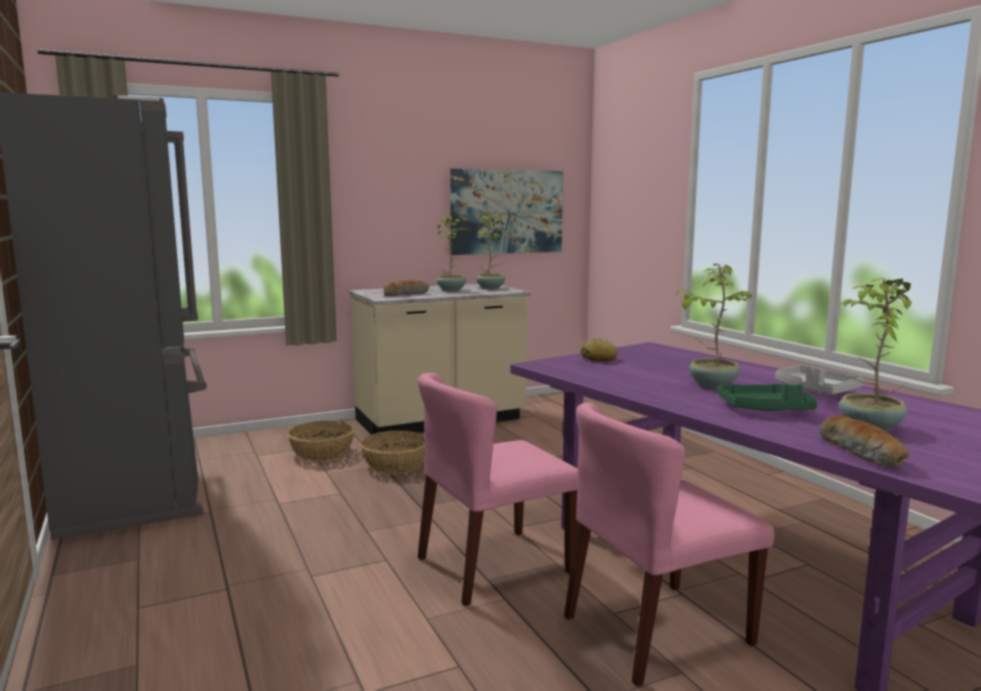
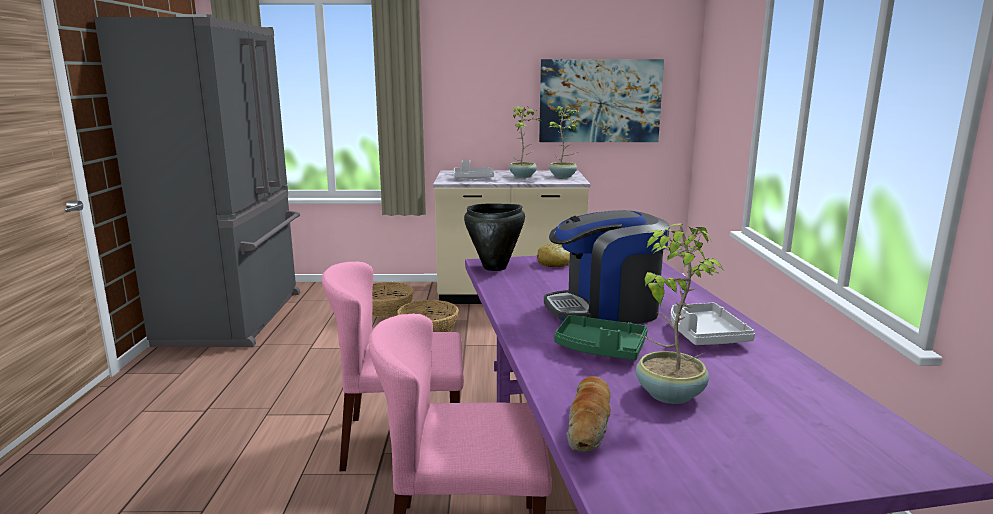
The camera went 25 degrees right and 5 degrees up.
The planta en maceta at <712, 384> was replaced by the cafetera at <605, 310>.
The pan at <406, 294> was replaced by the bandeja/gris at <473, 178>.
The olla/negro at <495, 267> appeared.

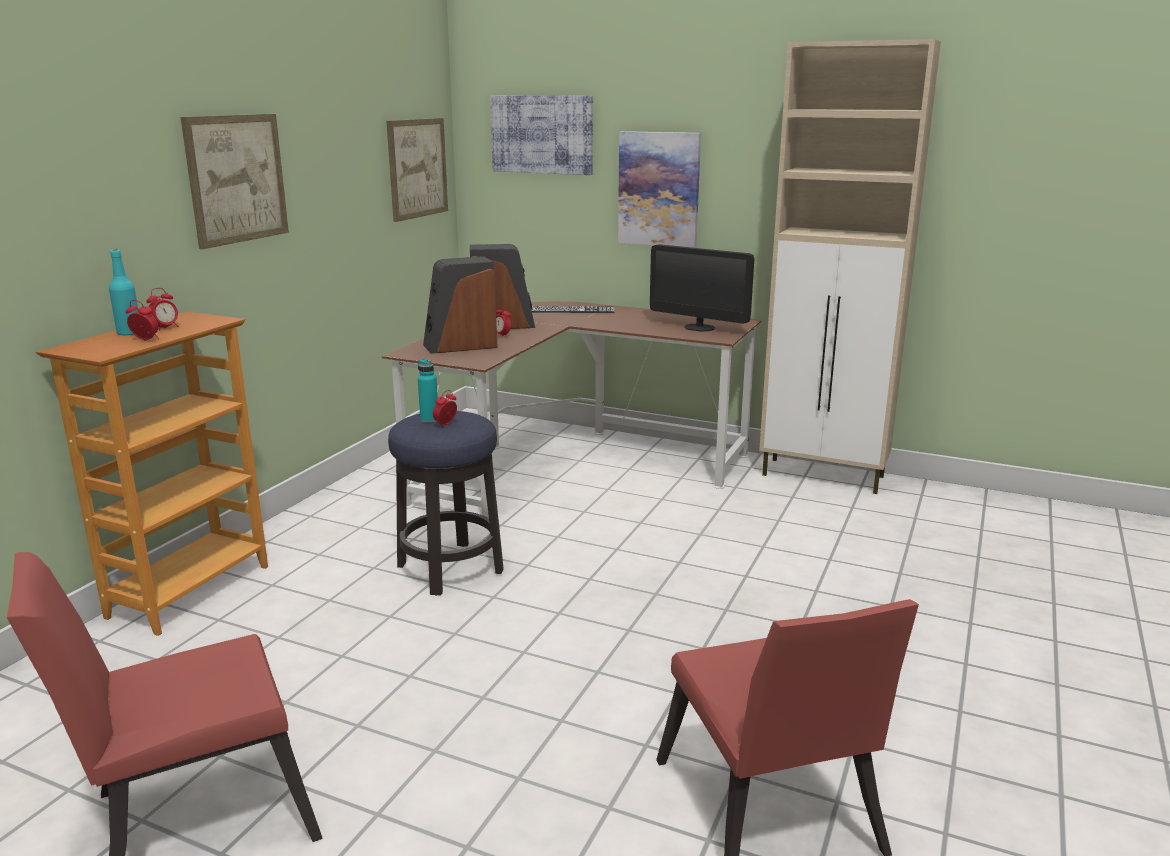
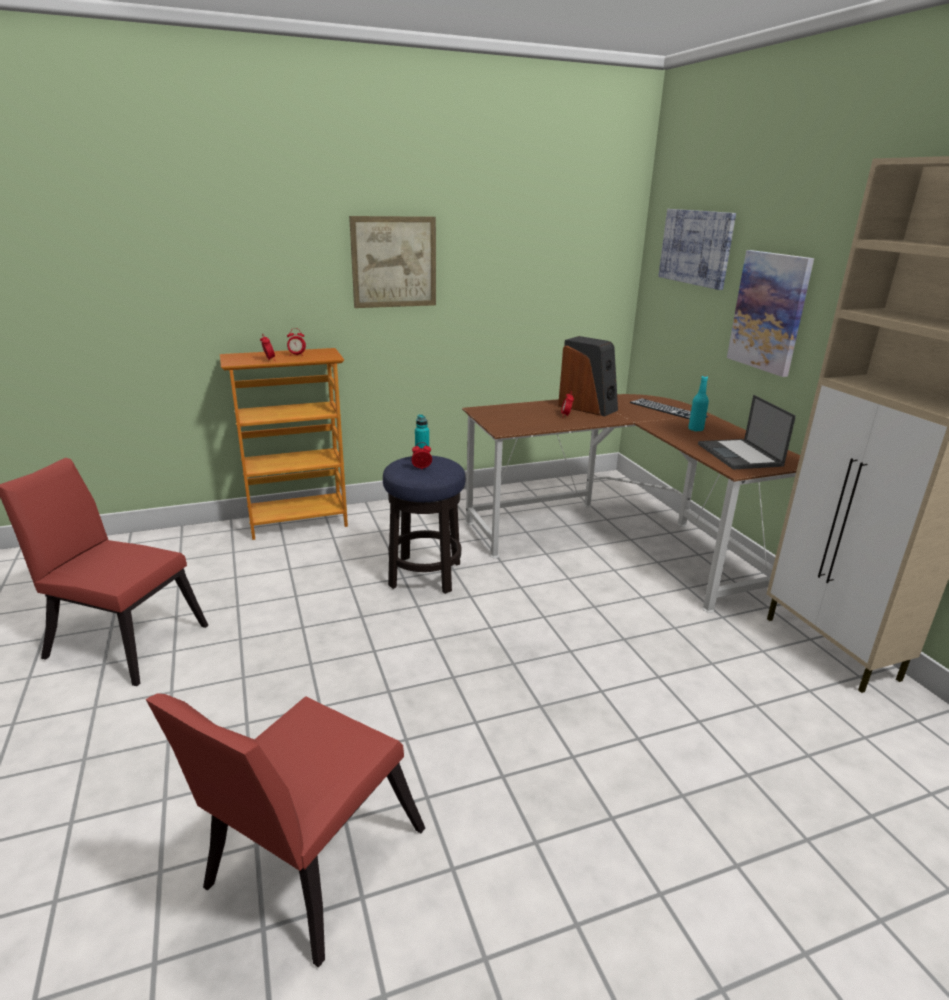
The camera went 45 degrees right and 5 degrees up.
The cuadro at <417, 168> disappeared.
The monitor at <699, 327> was replaced by the portátil at <740, 455>.
The botella/turquesa moved from <129, 333> to <695, 429>.
The altavoz at <460, 346> disappeared.

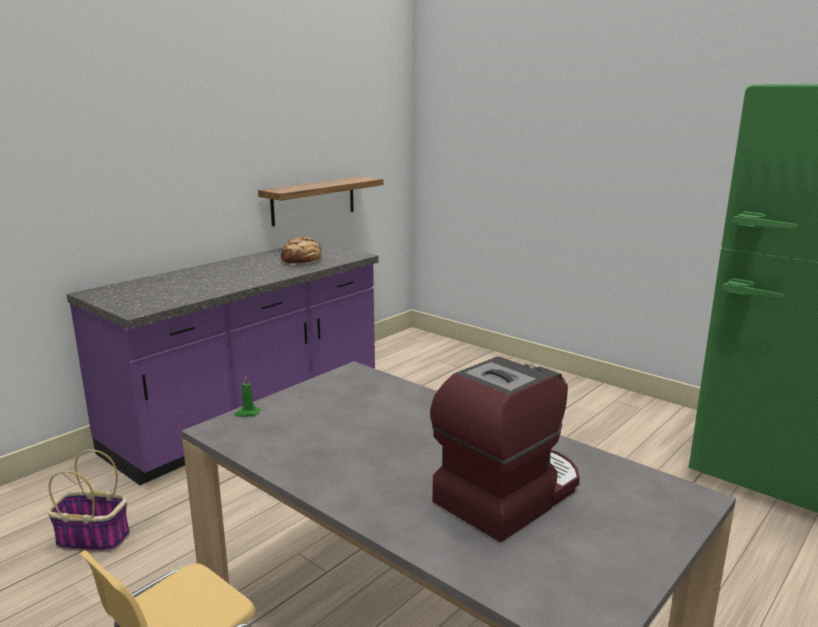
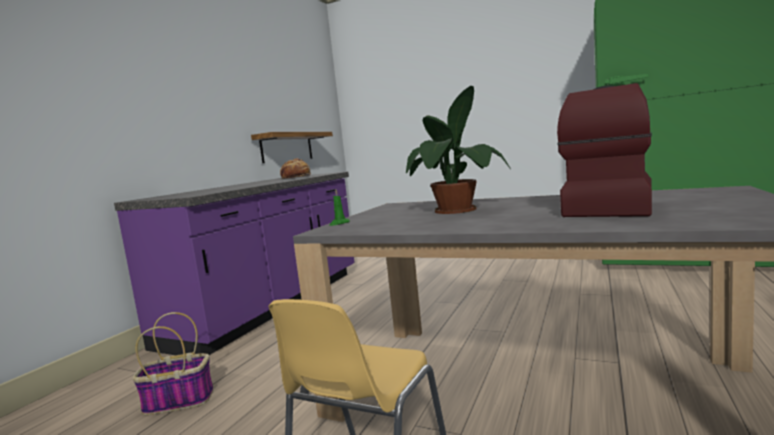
The camera went 15 degrees left and 10 degrees down.
The planta en maceta at <456, 210> appeared.

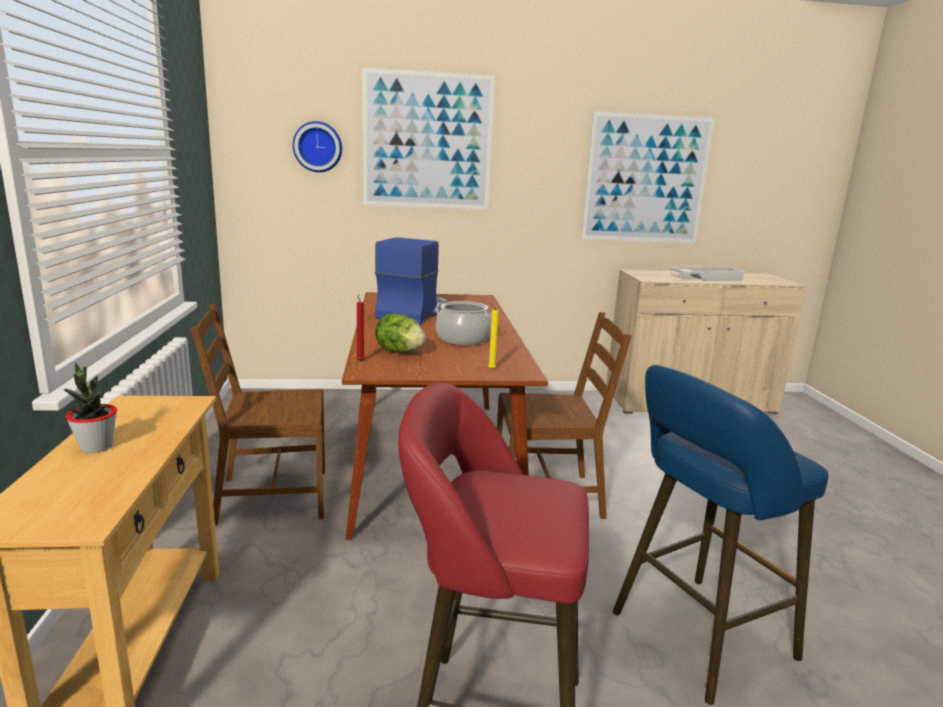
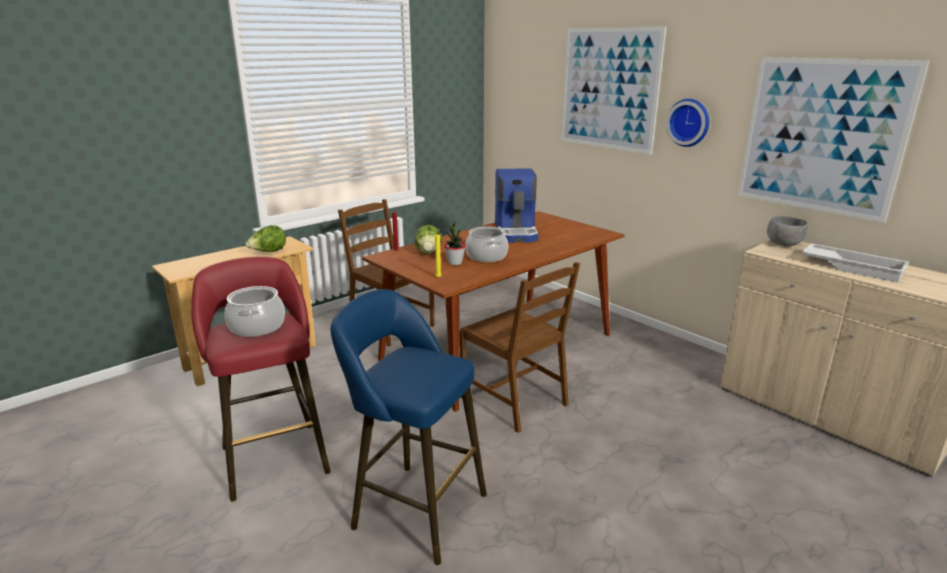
The camera went 55 degrees right and 5 degrees up.
The reloj de pared moved from <318, 147> to <689, 122>.
The cafetera at <412, 313> turned 105 degrees clockwise.
The planta en maceta moved from <96, 447> to <455, 263>.
The cuenco/gris at <784, 244> appeared.
The lechuga at <268, 252> appeared.
The olla at <256, 326> appeared.

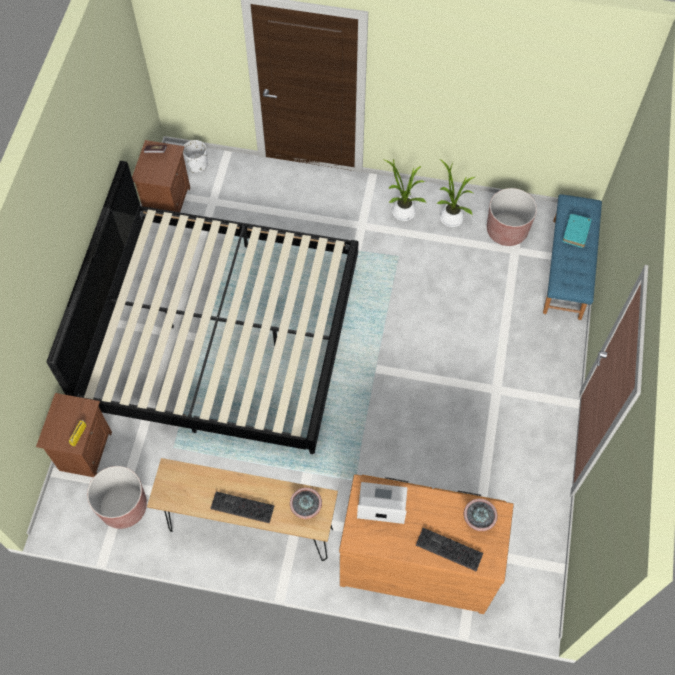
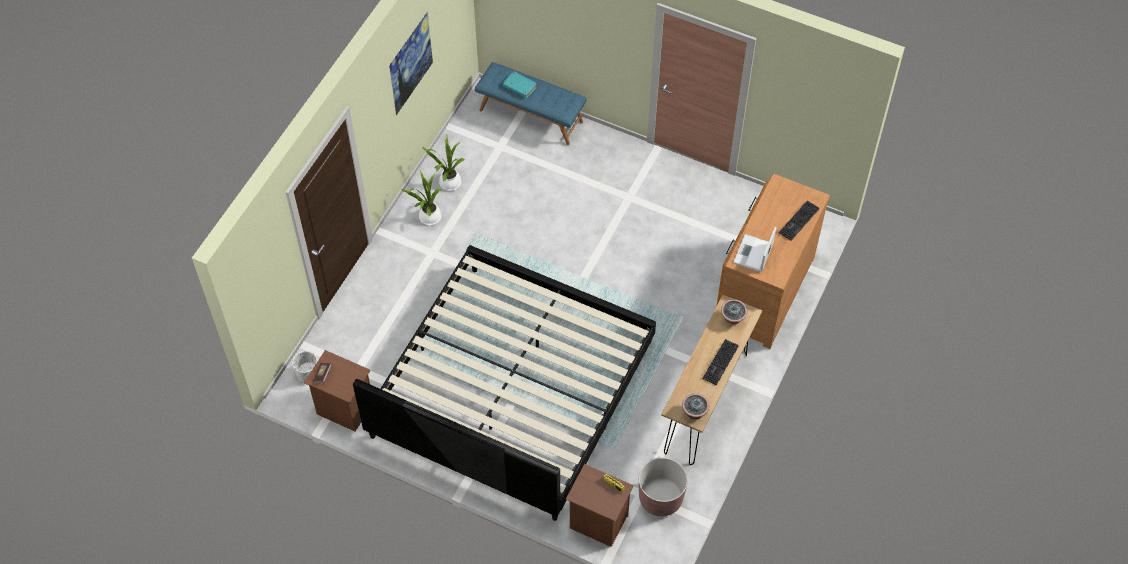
The camera went 75 degrees left and 5 degrees down.
The maceta/marrón at <506, 230> disappeared.
The planta en maceta moved from <478, 520> to <694, 413>.
The cuadro at <413, 76> appeared.

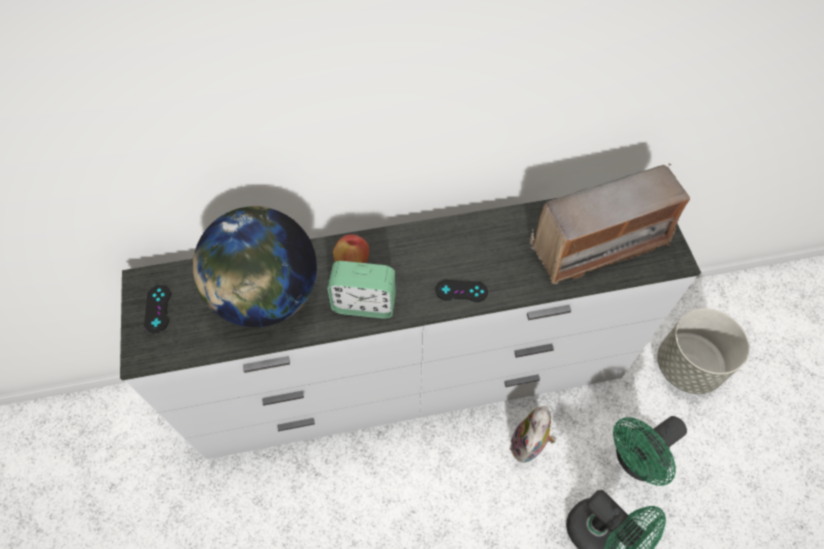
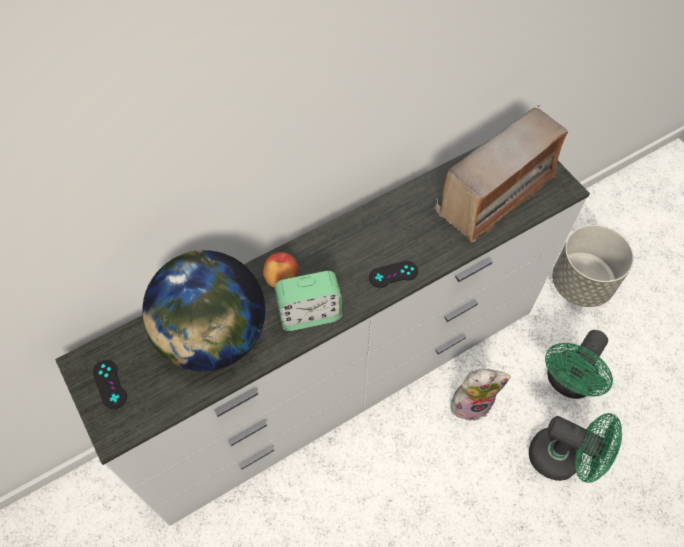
The camera went 20 degrees left and 0 degrees up.
The peluche at <529, 446> turned 105 degrees counterclockwise.

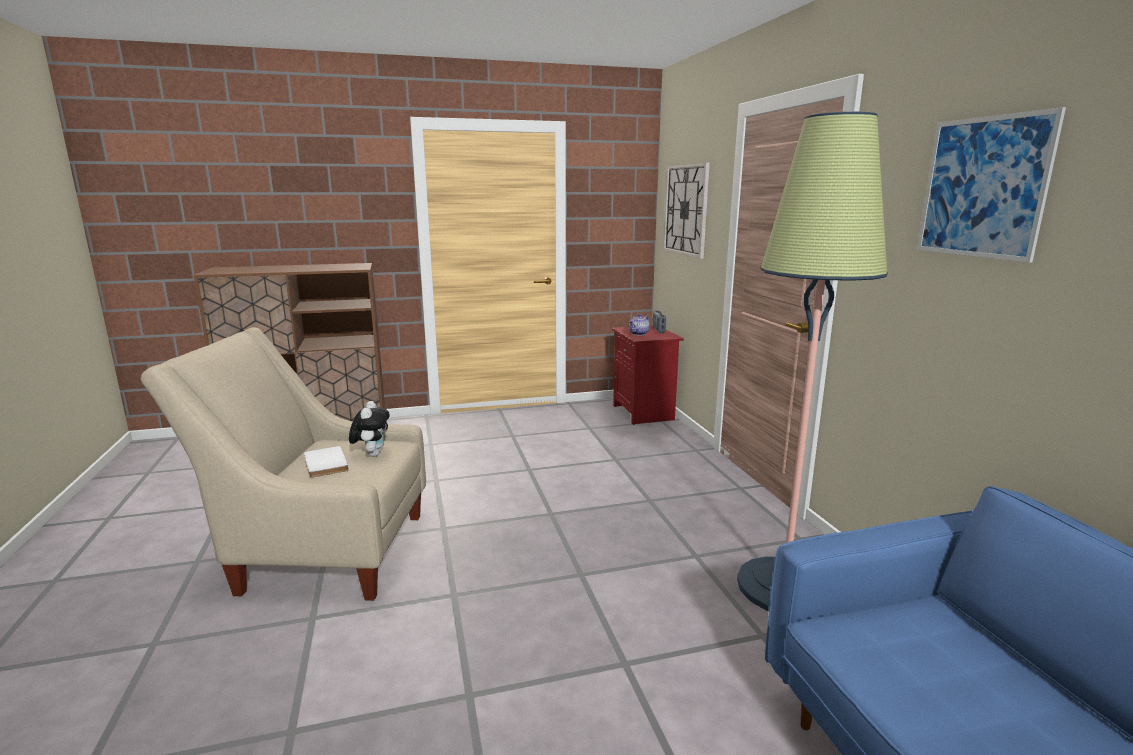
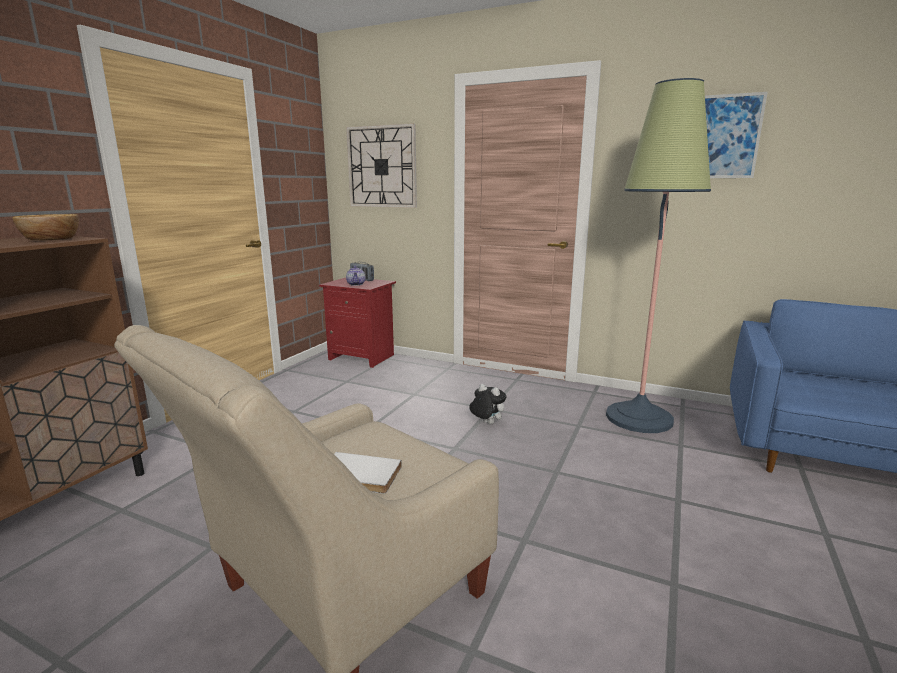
The camera went 50 degrees left and 0 degrees up.
The peluche moved from <372, 454> to <486, 423>.
The cuenco at <52, 239> appeared.

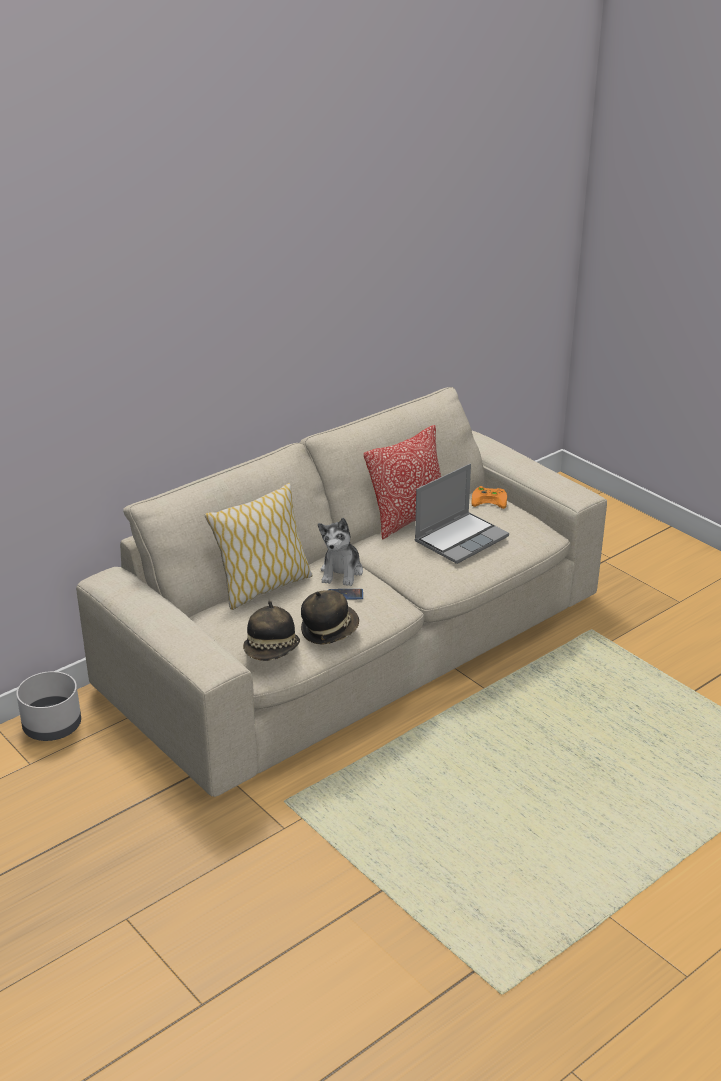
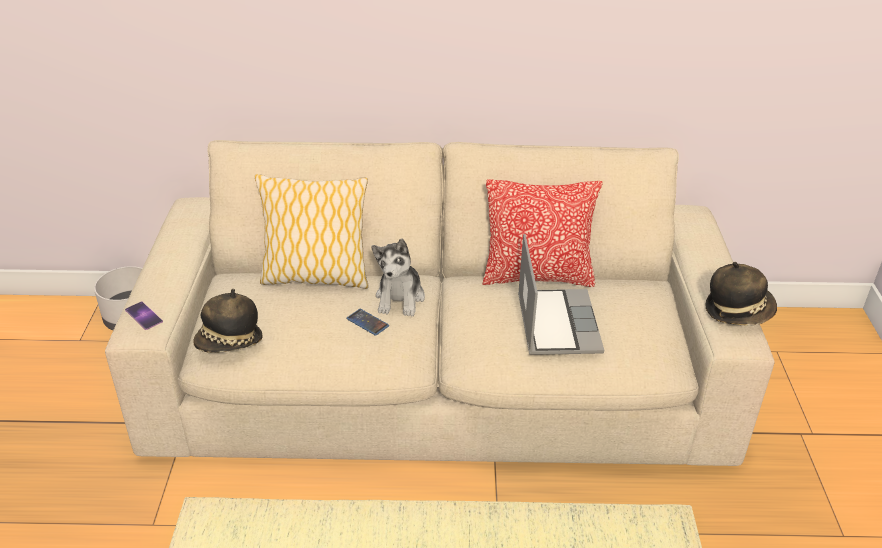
The camera went 40 degrees right and 5 degrees up.
The portátil at <461, 539> turned 90 degrees counterclockwise.
The mando de consola/naranja at <490, 500> disappeared.
The peluche at <341, 572> turned 45 degrees counterclockwise.
The sombrero moved from <329, 630> to <738, 311>.
The móvil at <144, 316> appeared.

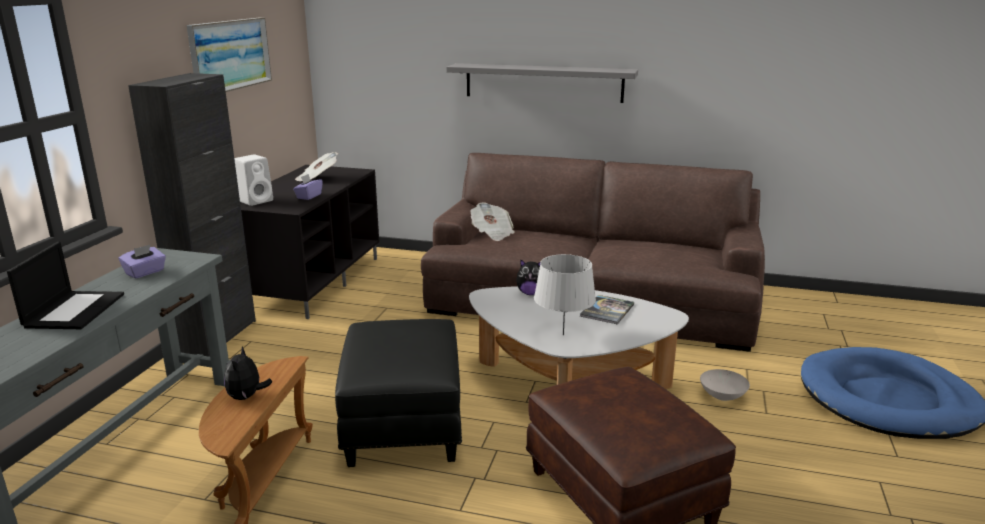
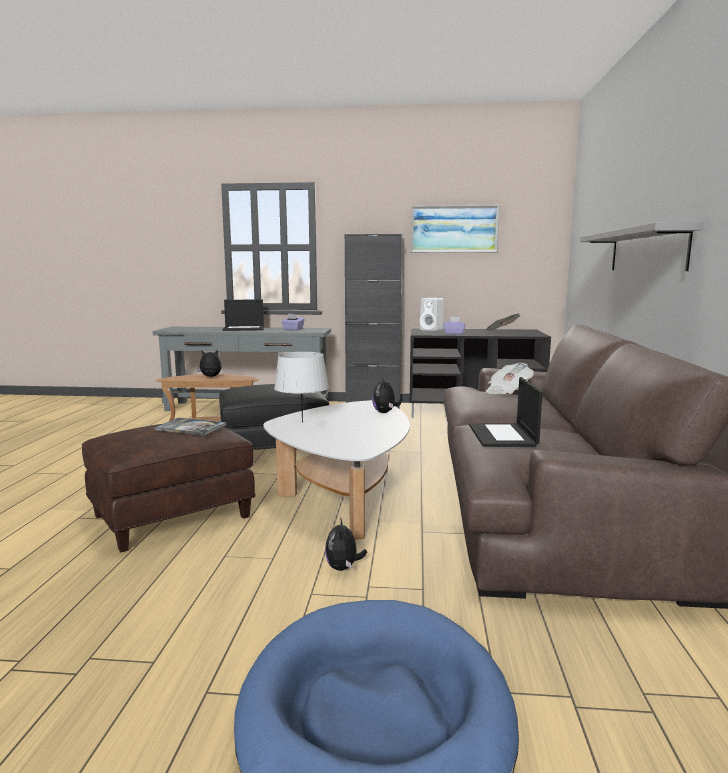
The camera went 80 degrees right and 10 degrees down.
The libro moved from <607, 310> to <191, 428>.
The cuenco/blanco at <723, 396> was replaced by the peluche at <343, 568>.
The portátil at <503, 436> appeared.

